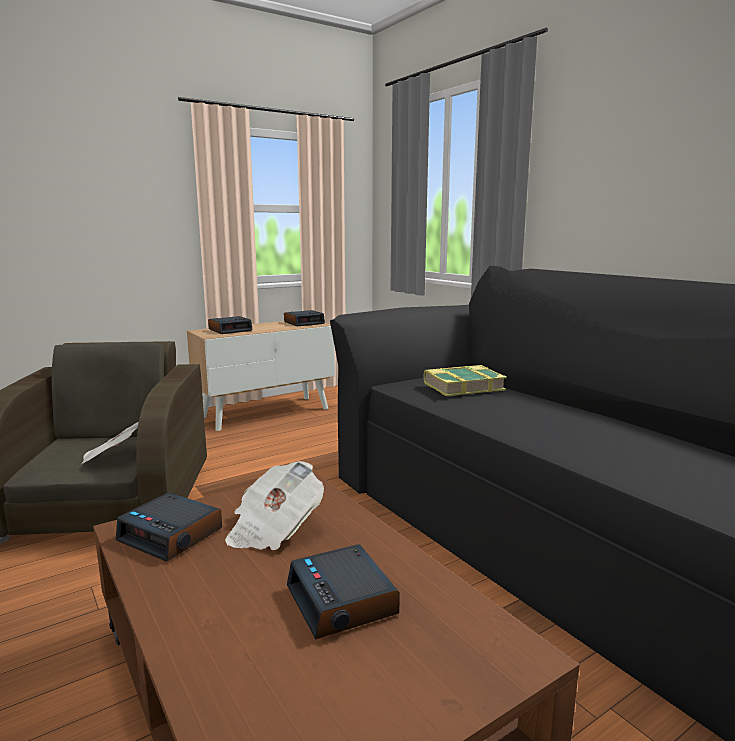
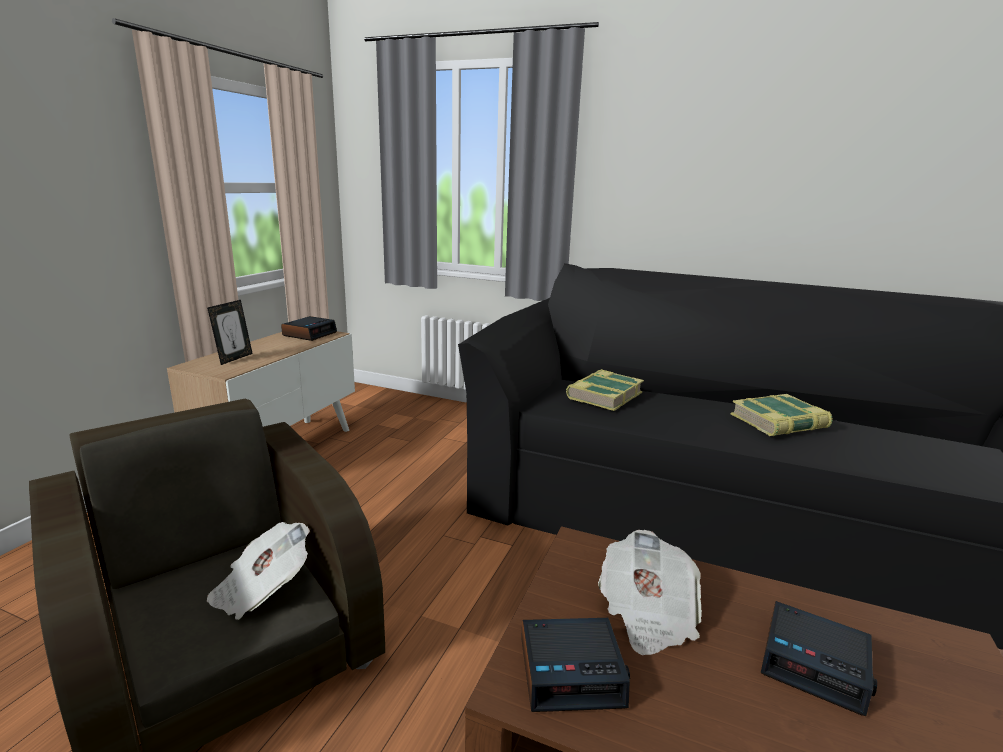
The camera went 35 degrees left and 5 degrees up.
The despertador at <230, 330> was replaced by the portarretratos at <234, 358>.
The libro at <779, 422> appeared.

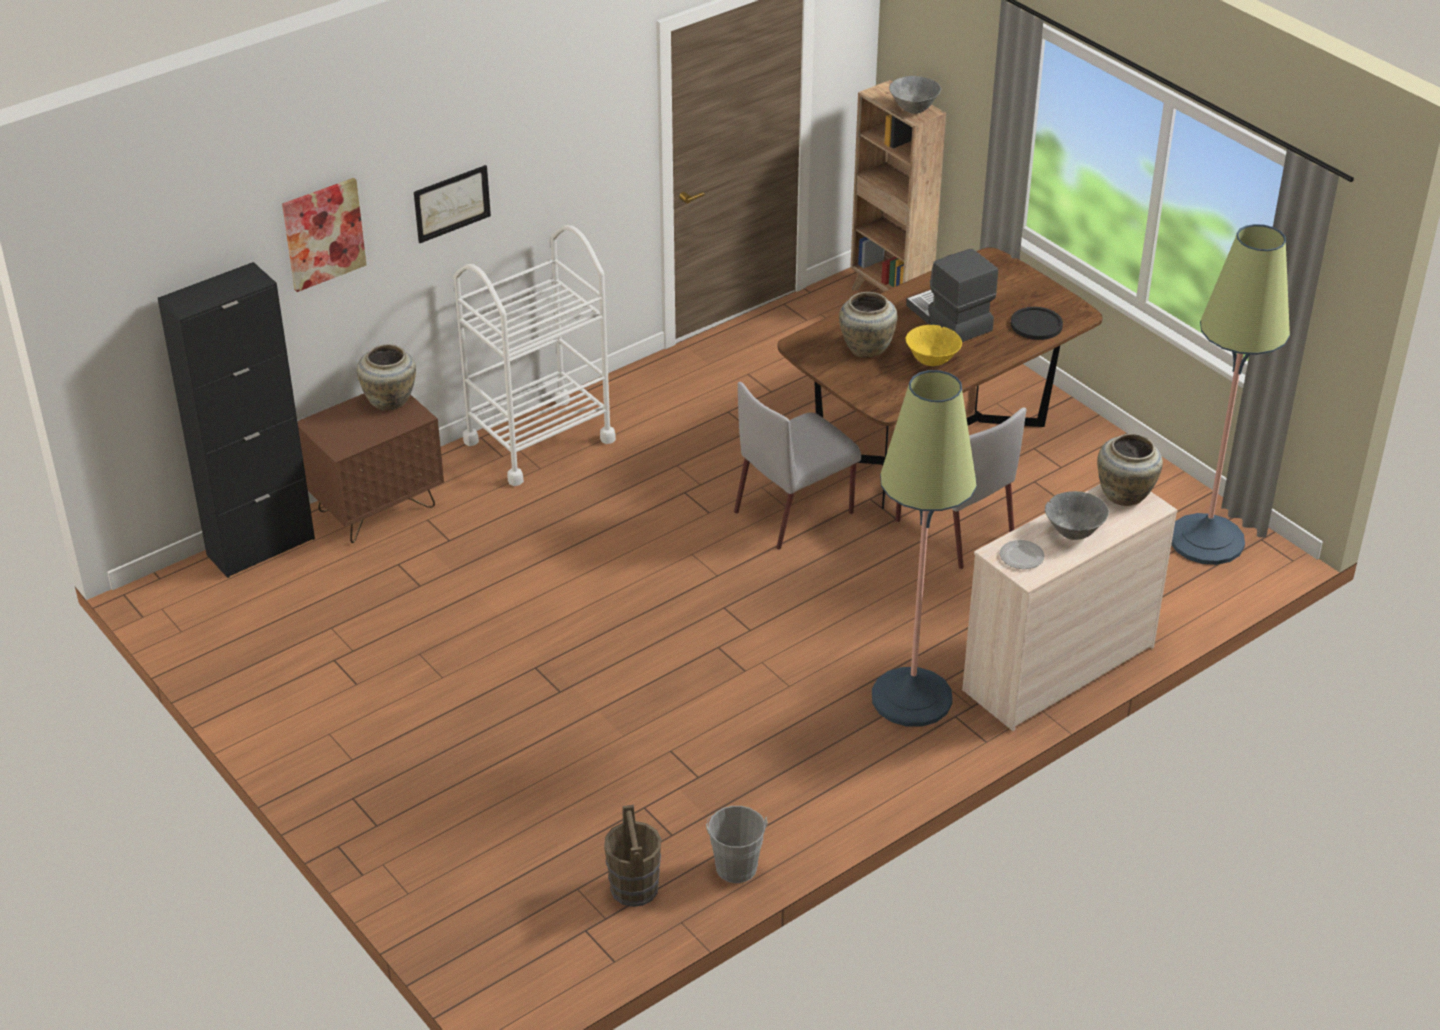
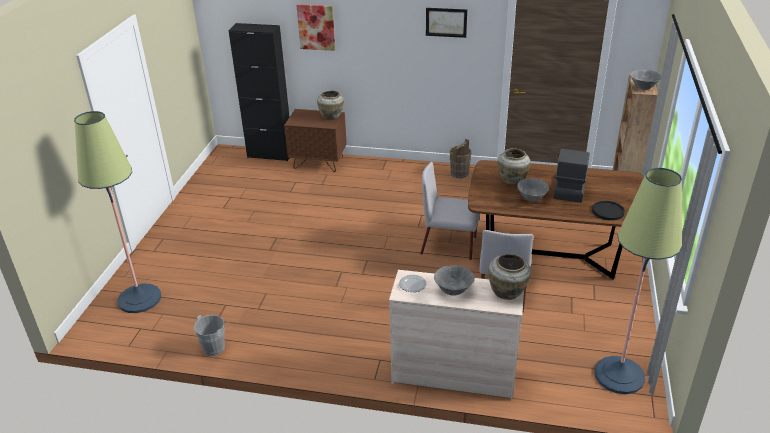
The camera went 50 degrees right and 5 degrees down.
The cuadro moved from <452, 203> to <446, 22>.
The carrito/blanco at <539, 440> disappeared.
The cuenco/amarillo at <931, 361> became the cuenco/gris at <531, 199>.
The lámpara de pie moved from <911, 698> to <139, 299>.
The cubo/marrón moved from <634, 887> to <459, 173>.

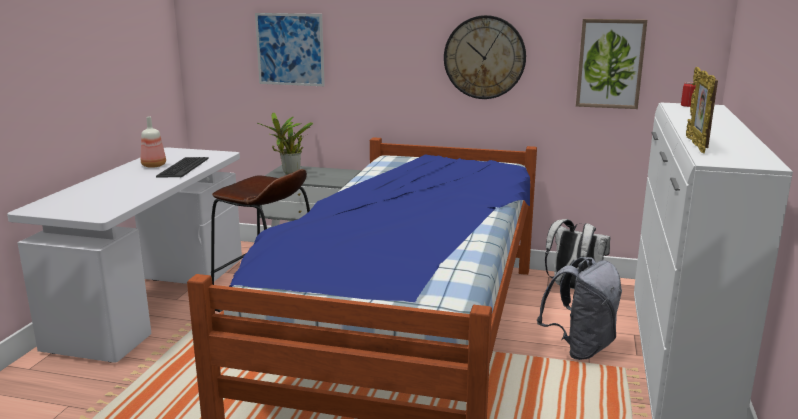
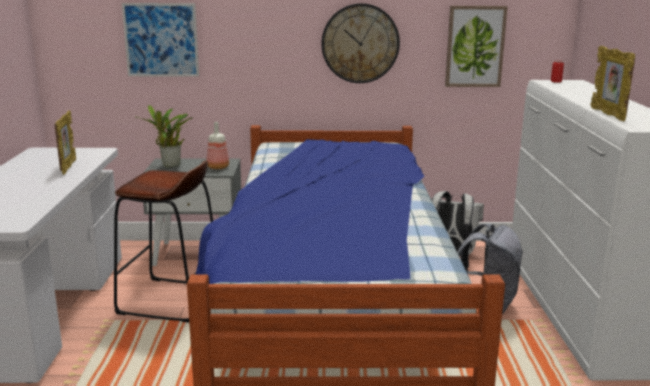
The camera went 15 degrees left and 0 degrees up.
The botella moved from <153, 166> to <217, 167>.
The teclado at <183, 168> was replaced by the portarretratos at <68, 167>.

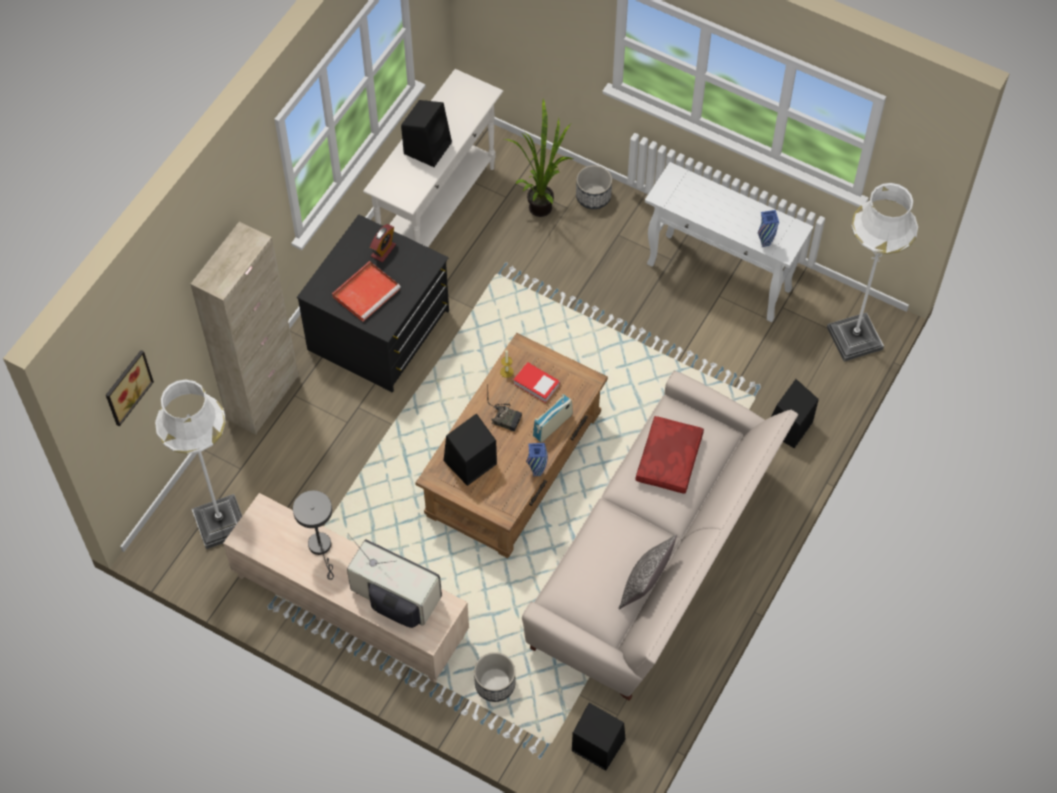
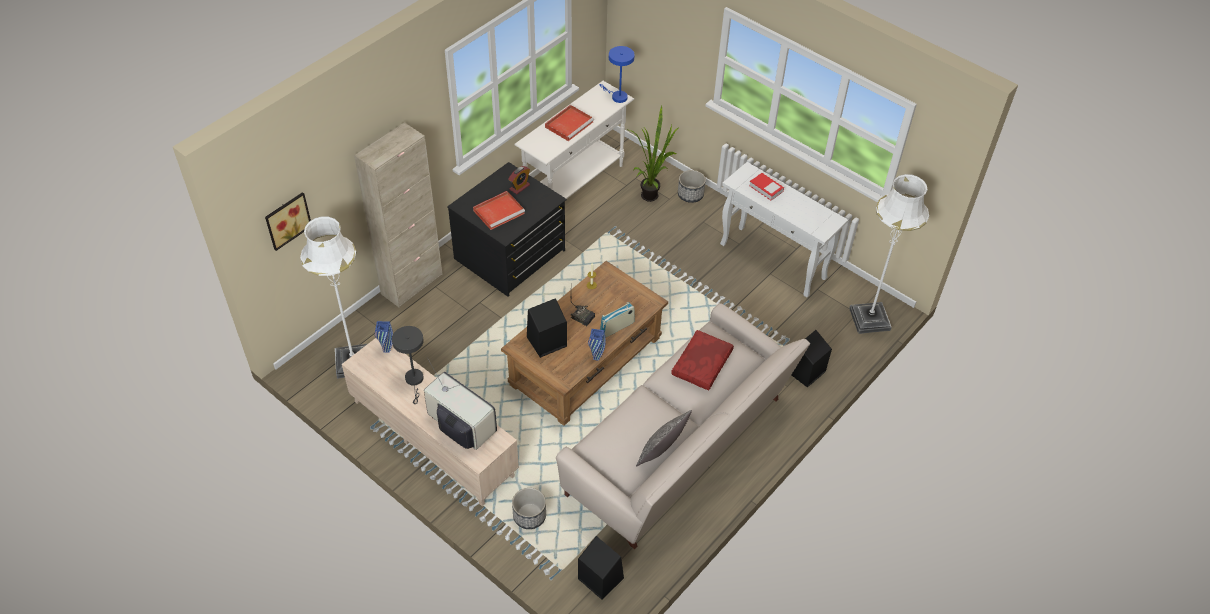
The camera went 10 degrees right and 10 degrees down.
The altavoz/negro at <428, 147> was replaced by the bandeja/rojo at <569, 124>.
The florero/azul moved from <765, 243> to <387, 350>.
The libro moved from <536, 384> to <766, 188>.
The lámpara de mesa/azul at <617, 96> appeared.

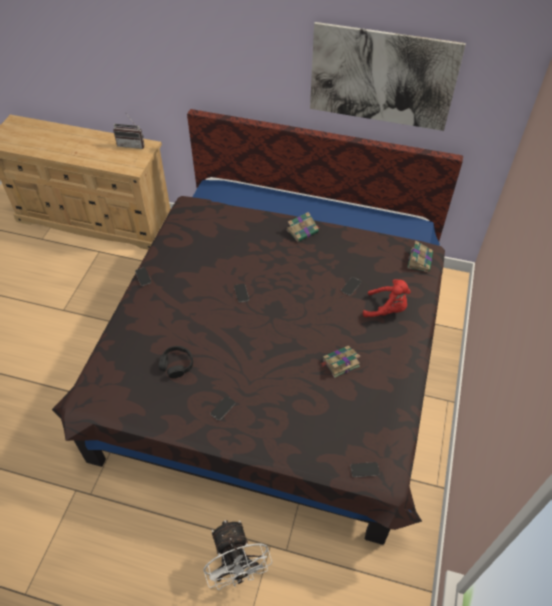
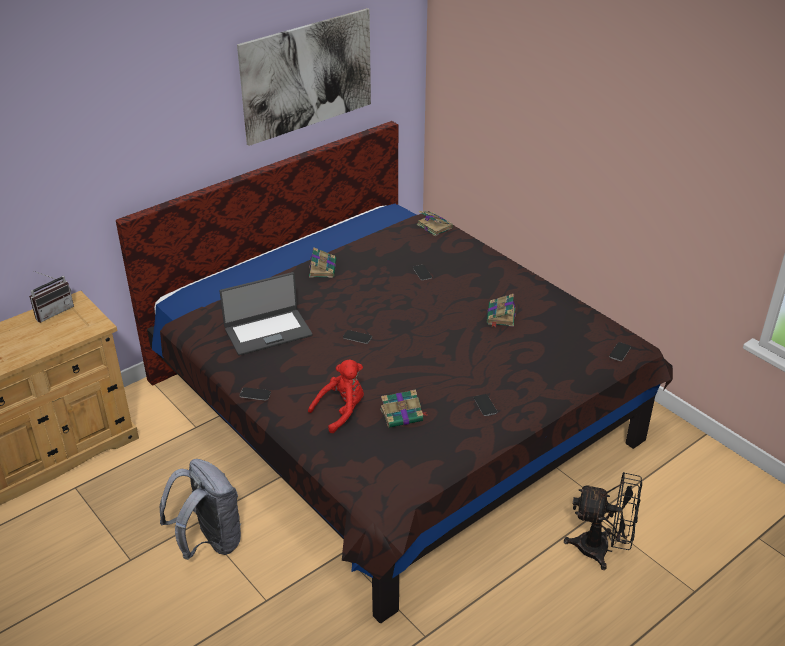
The camera went 55 degrees left and 15 degrees down.
The peluche/rojo moved from <387, 309> to <341, 411>.
The auriculares/negro at <176, 365> was replaced by the libro at <402, 415>.
The ventilador/blanco at <237, 569> became the ventilador/negro at <602, 549>.
The portátil at <267, 331> appeared.
The mochila/gris at <209, 542> appeared.

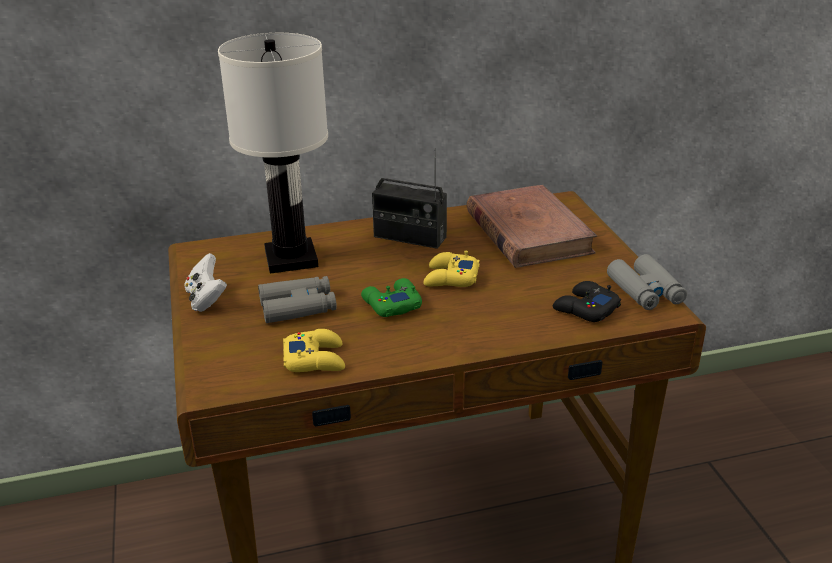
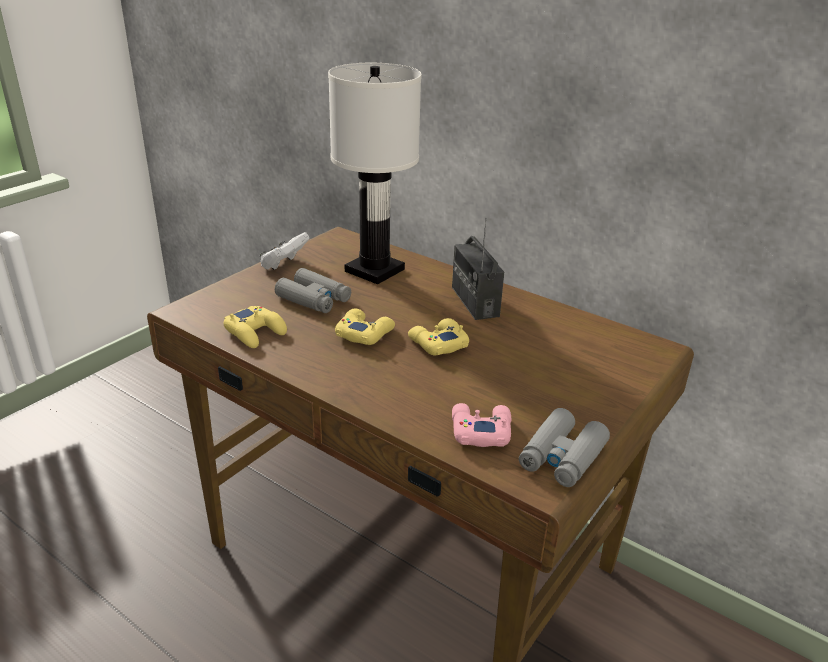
The camera went 50 degrees right and 0 degrees up.
The libro/marrón at <528, 232> disappeared.
The mando de consola/verde at <391, 304> became the mando de consola/amarillo at <364, 333>.
The mando de consola/negro at <585, 309> became the mando de consola/rosa at <480, 430>.

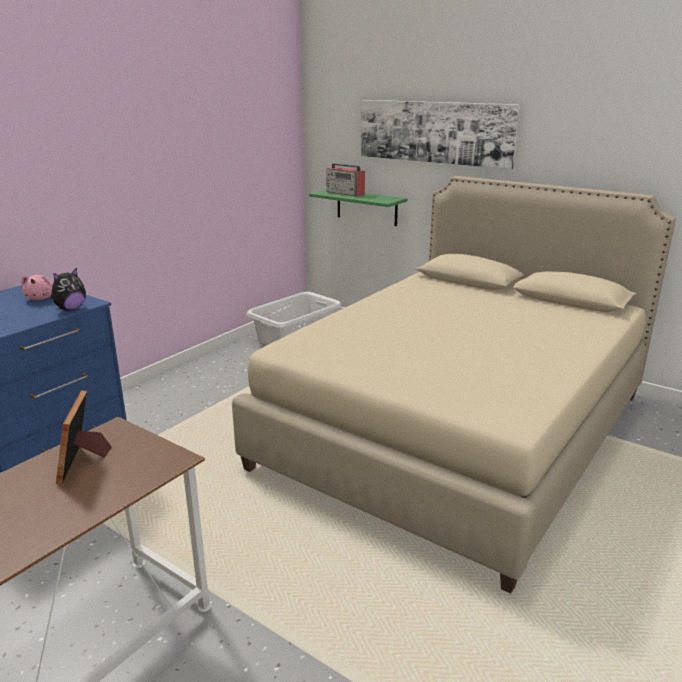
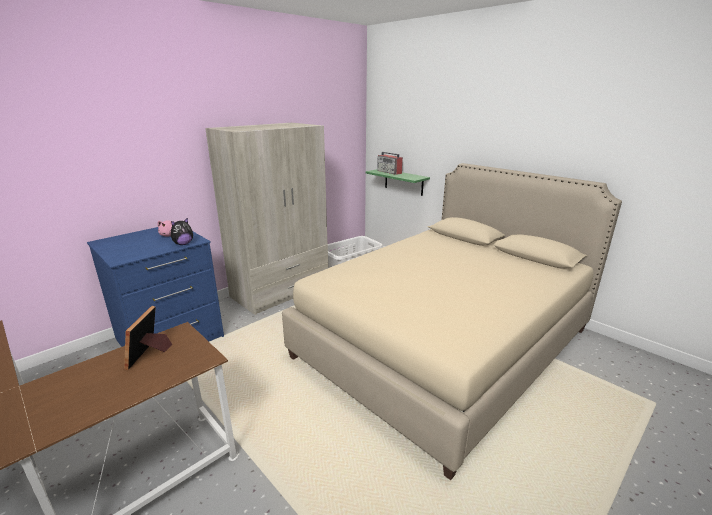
The camera went 10 degrees right and 0 degrees up.
The cuadro at <434, 132> disappeared.
The armario ropero/beis at <281, 290> appeared.

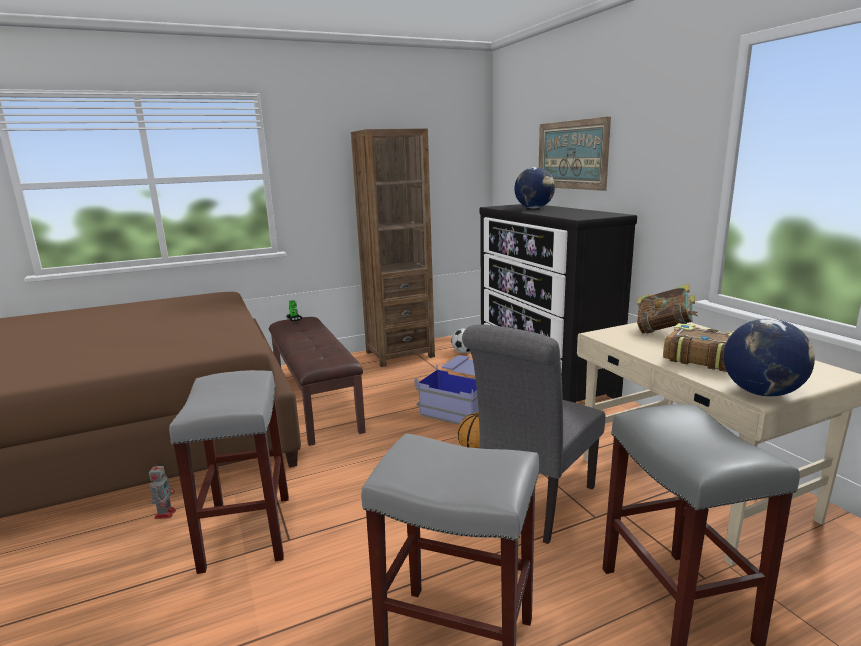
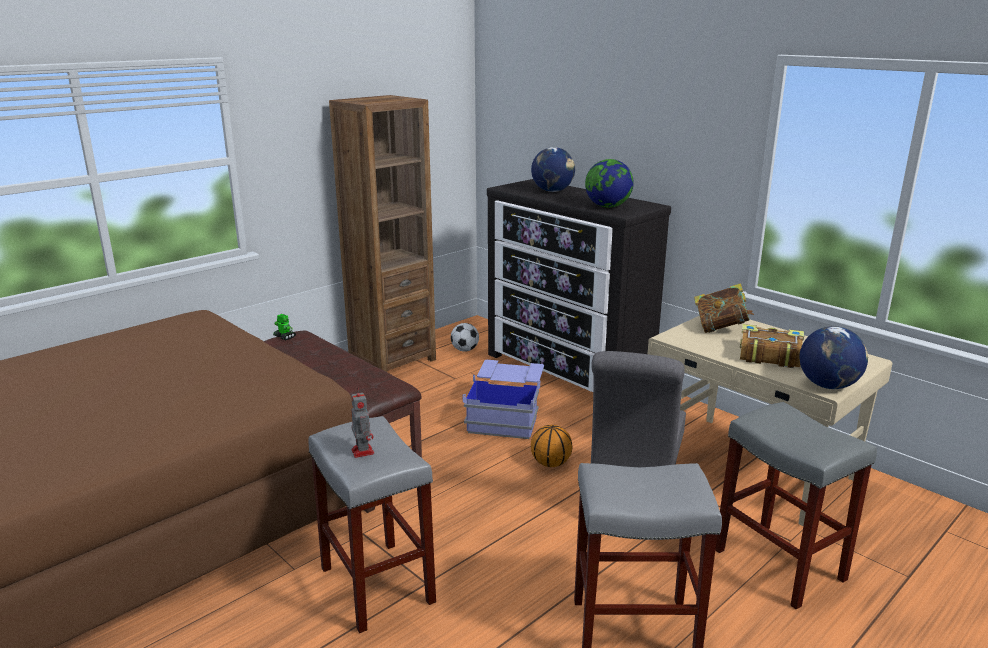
The camera went 20 degrees left and 5 degrees up.
The cuadro at <571, 155> disappeared.
The robot de juguete moved from <165, 513> to <362, 451>.
The globo terráqueo at <607, 206> appeared.

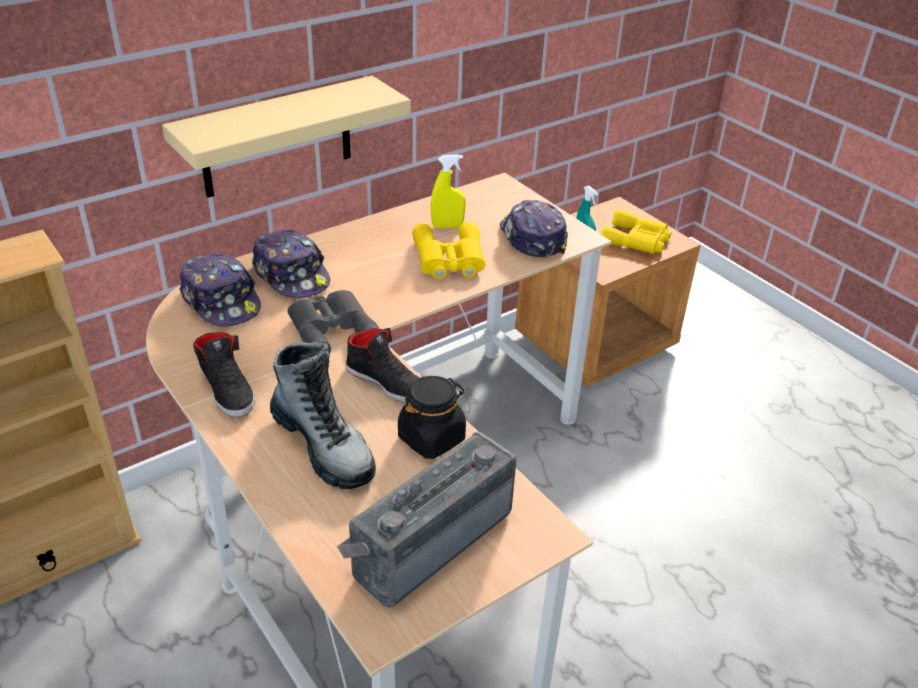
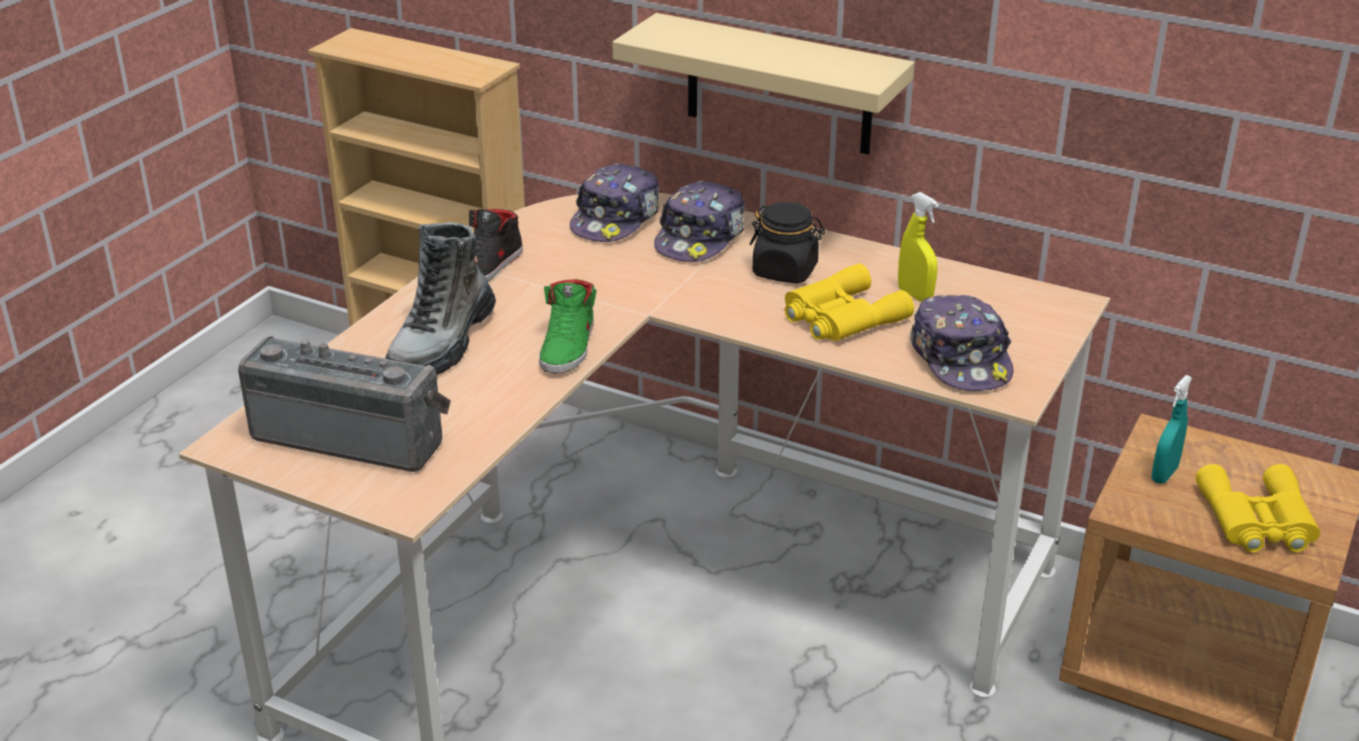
The camera went 65 degrees right and 5 degrees down.
The gorra at <531, 238> turned 120 degrees clockwise.
The prismáticos/gris at <332, 329> disappeared.
The zapato/negro at <387, 382> became the zapato/verde at <569, 346>.
The tarro/negro moved from <431, 438> to <785, 271>.

